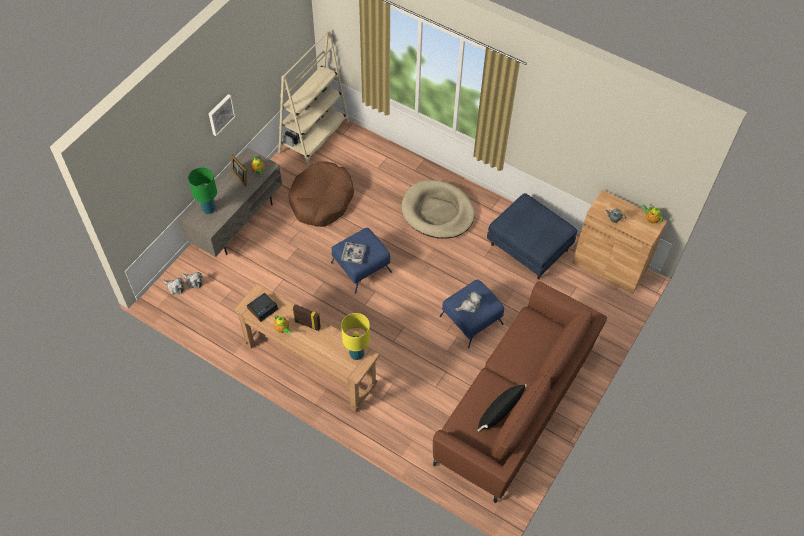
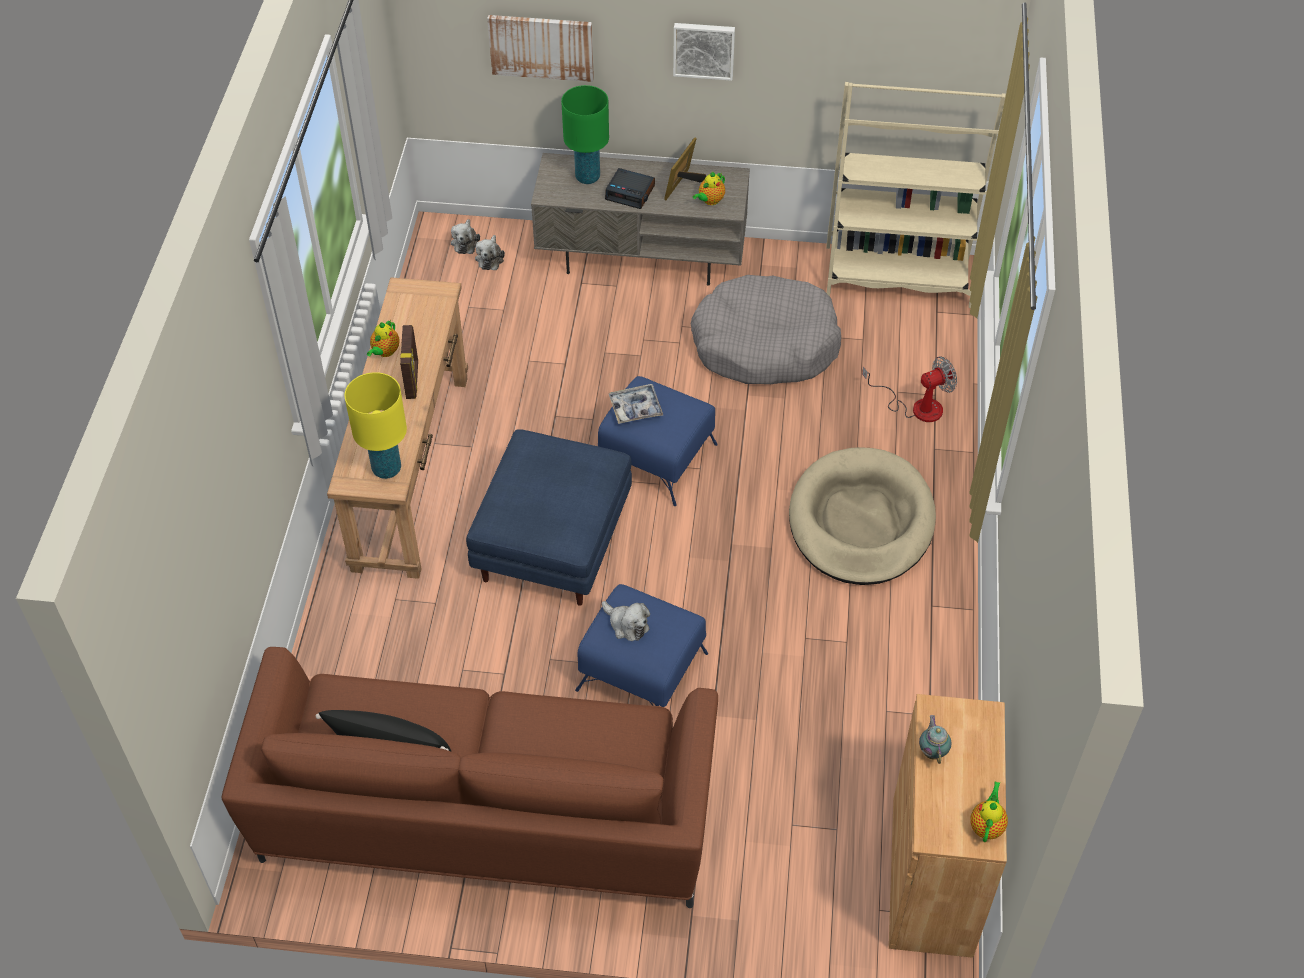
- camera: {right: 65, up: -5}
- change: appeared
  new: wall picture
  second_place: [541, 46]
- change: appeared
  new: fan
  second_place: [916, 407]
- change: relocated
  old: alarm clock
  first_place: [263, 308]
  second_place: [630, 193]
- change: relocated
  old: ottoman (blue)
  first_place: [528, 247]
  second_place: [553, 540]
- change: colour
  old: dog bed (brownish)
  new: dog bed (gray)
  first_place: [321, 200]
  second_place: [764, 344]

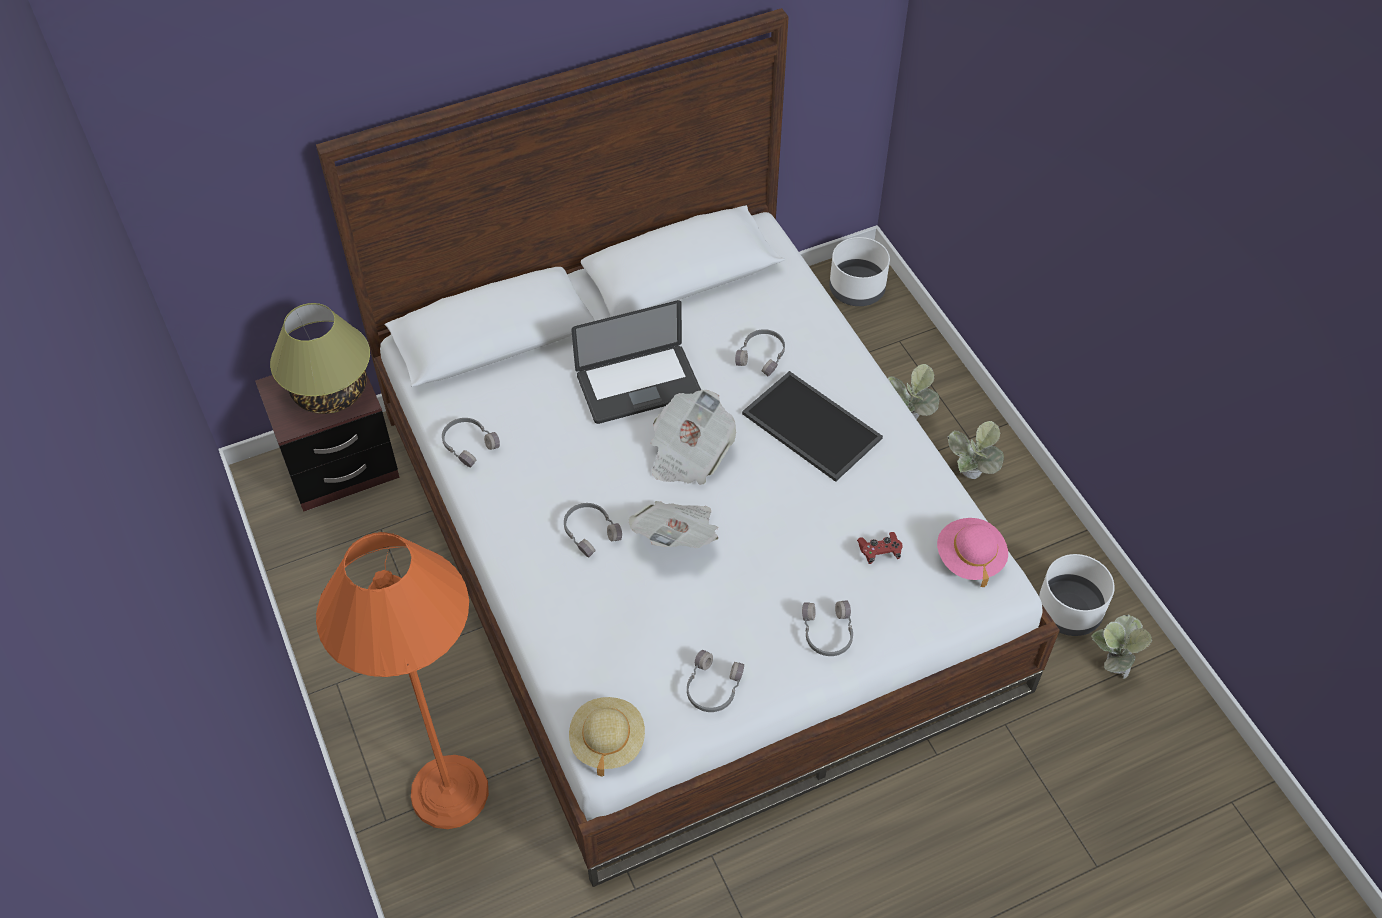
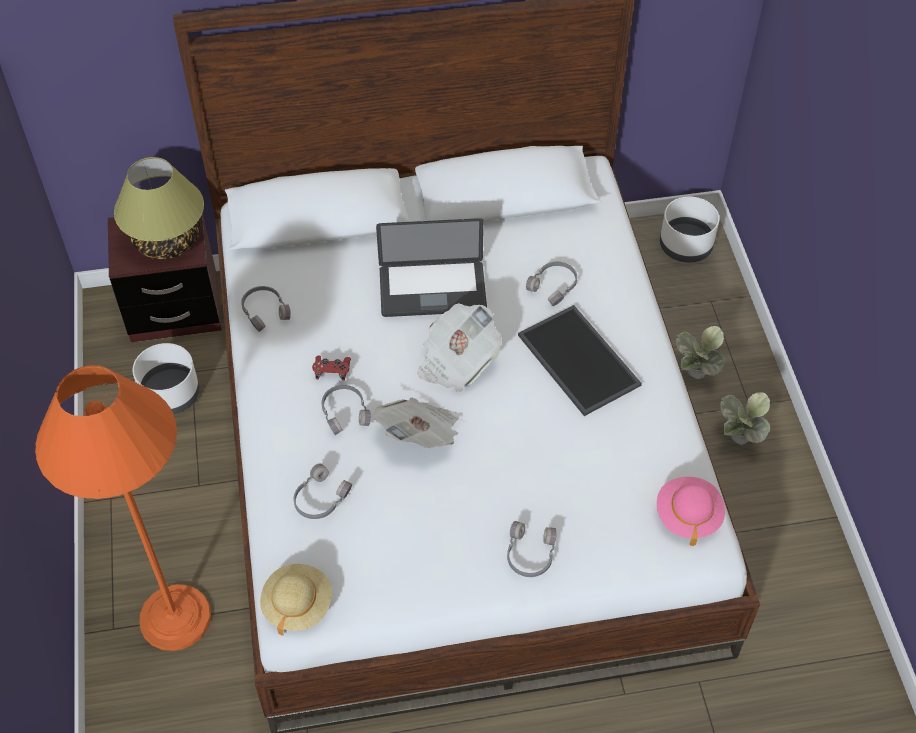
- camera: {right: 15, up: 0}
- change: missing
  old: houseplant
  first_place: [1110, 668]
- change: relocated
  old: pair of headphones (gray)
  first_place: [712, 687]
  second_place: [320, 498]
- change: relocated
  old: game controller (reddish)
  first_place: [879, 551]
  second_place: [332, 371]
- change: relocated
  old: plant pot (white-coloured)
  first_place: [1069, 610]
  second_place: [171, 394]

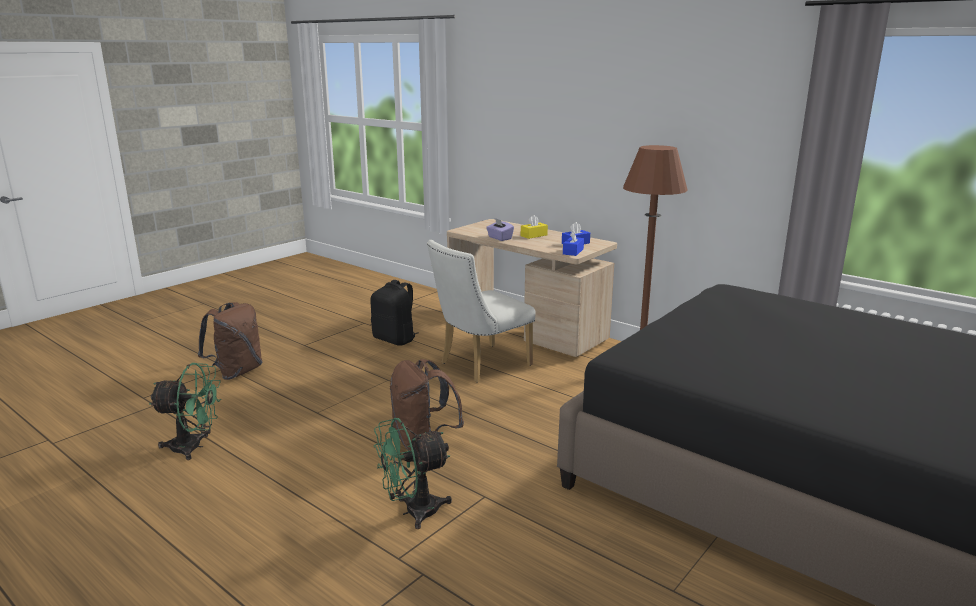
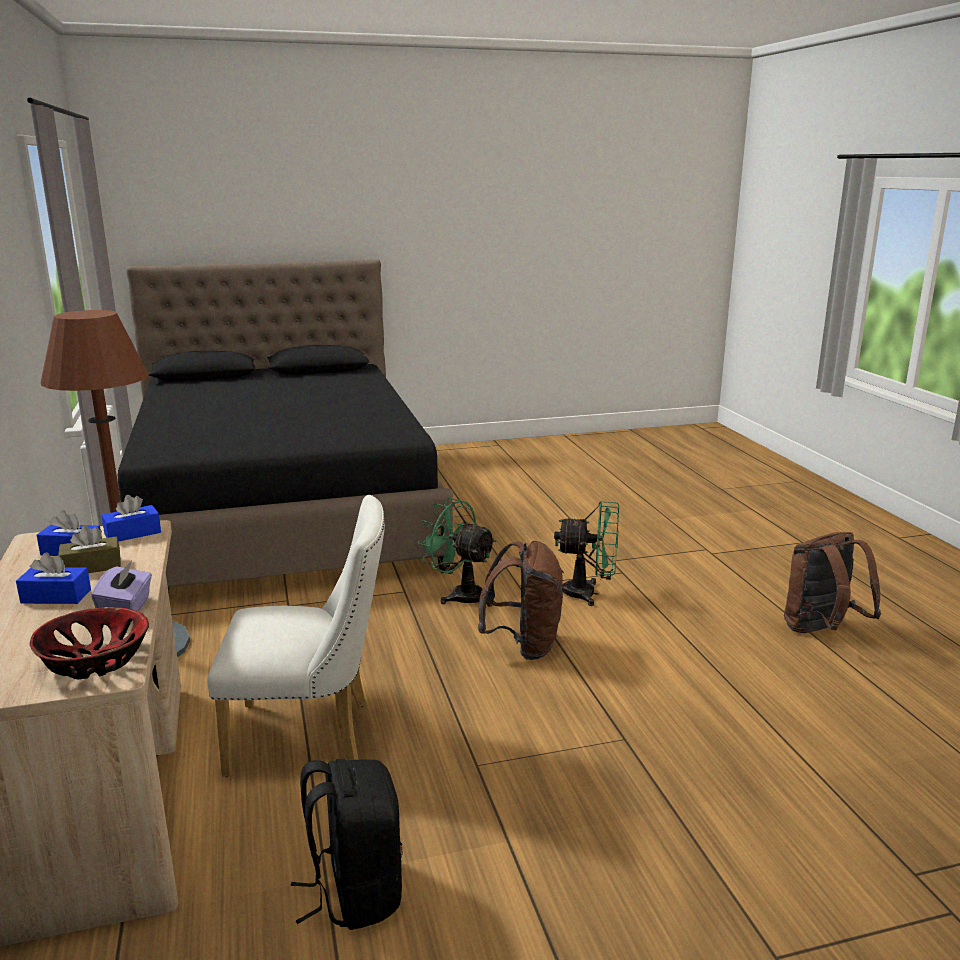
- camera: {right: -145, up: 0}
- change: appeared
  new: deep dish
  second_place: [95, 661]
- change: appeared
  new: tissue holder (brownish)
  second_place: [92, 567]
- change: relocated
  old: fan (greenish)
  first_place: [194, 447]
  second_place: [460, 595]
- change: relocated
  old: rucksack (brownish)
  first_place: [236, 372]
  second_place: [821, 631]
- change: colour
  old: tissue holder (yellow)
  new: tissue holder (blue)
  first_place: [534, 235]
  second_place: [56, 596]

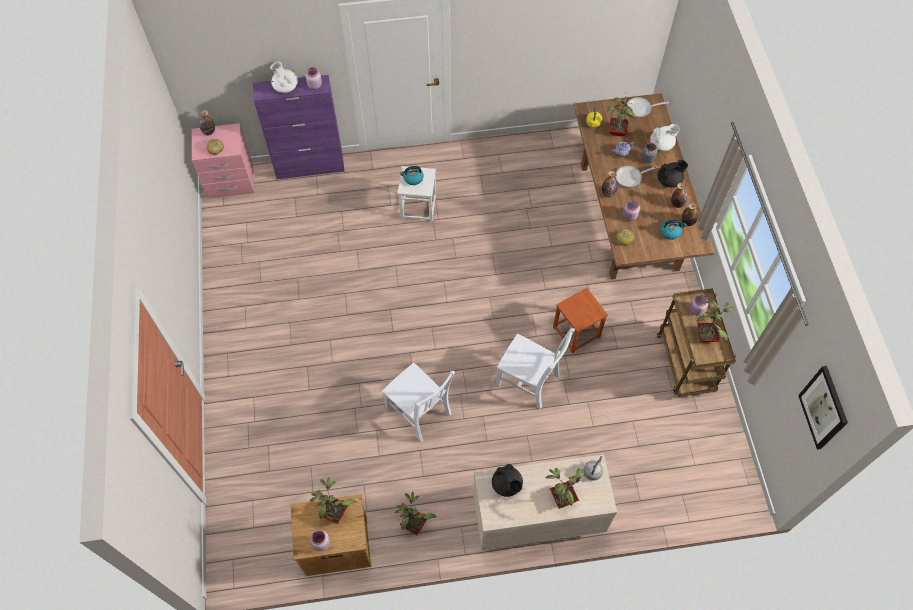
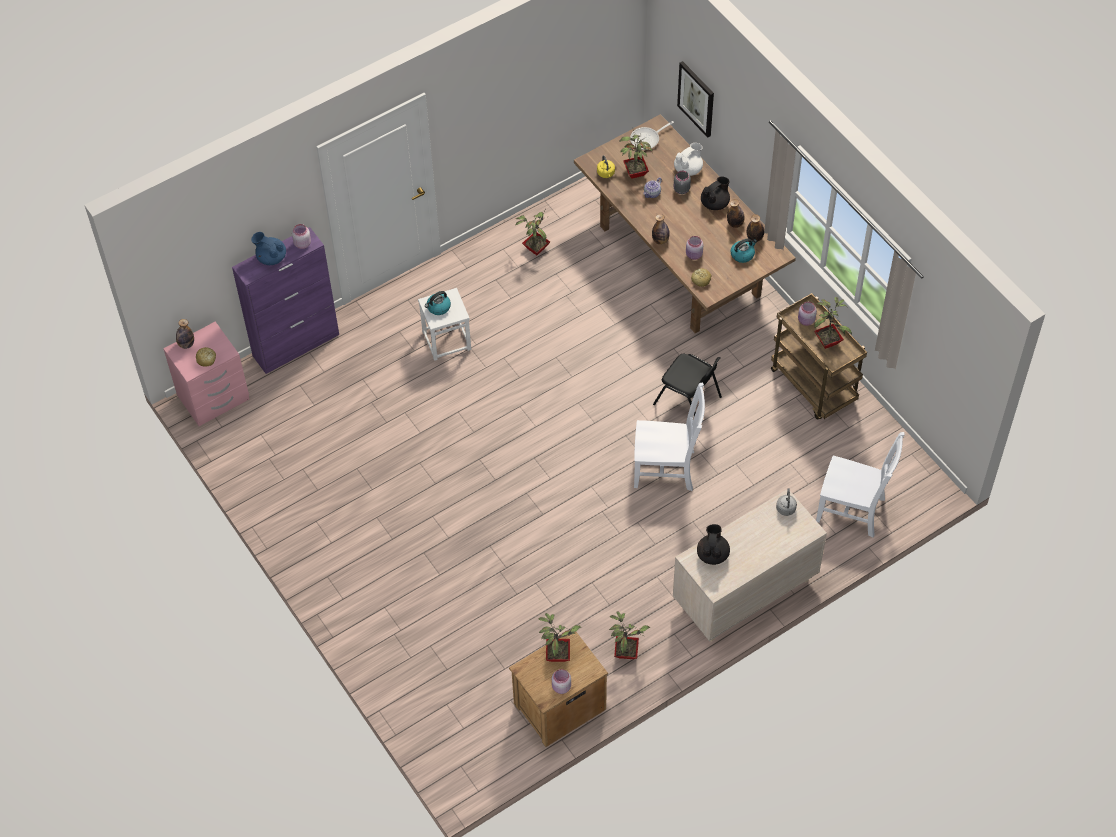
- camera: {right: -25, up: -5}
- change: missing
  old: frying pan
  first_place: [630, 177]
- change: relocated
  old: chair (white-coloured)
  first_place: [420, 413]
  second_place: [853, 510]
- change: relocated
  old: houseplant
  first_place: [562, 496]
  second_place: [535, 248]
- change: relocated
  old: wall picture
  first_place: [823, 408]
  second_place: [696, 98]
- change: exchanged
  old: sitting stool (brownish)
  new: chair (black)
  first_place: [576, 332]
  second_place: [688, 401]
- change: colour
  old: pot for tea (white-coloured)
  new: pot for tea (blue)
  first_place: [285, 87]
  second_place: [271, 257]
- change: spun
  old: pot for tea (black)
  first_place: [507, 485]
  second_place: [712, 554]
  degrees: -120

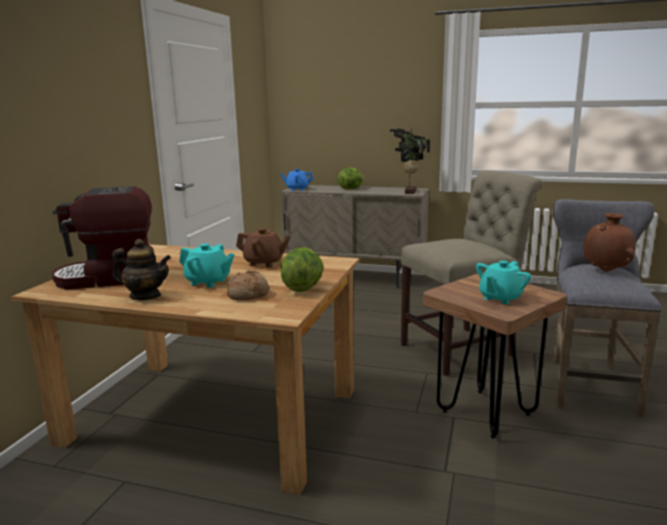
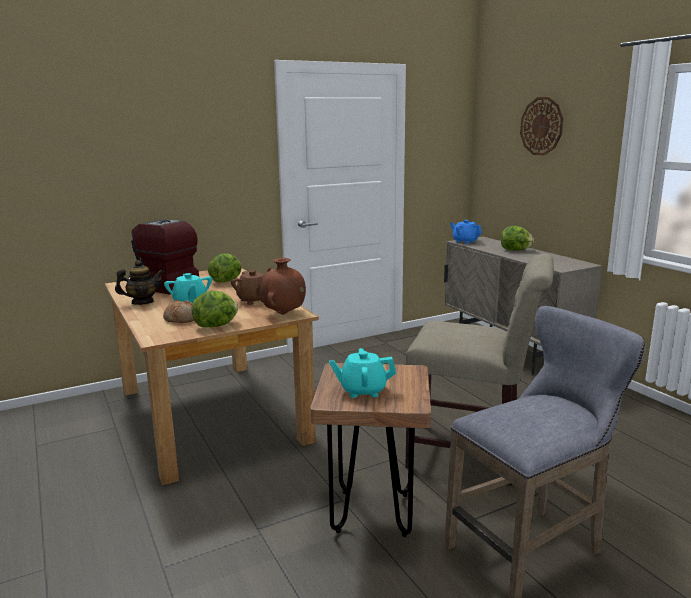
- camera: {right: 45, up: 0}
- change: missing
  old: houseplant
  first_place: [409, 192]
- change: appeared
  new: head of lettuce
  second_place: [227, 281]
- change: appeared
  new: hanging clock
  second_place: [541, 126]
- change: relocated
  old: decorative vase (brownish)
  first_place: [606, 271]
  second_place: [284, 314]
- change: spun
  old: pot for tea
  first_place: [145, 296]
  second_place: [142, 302]
  degrees: -75

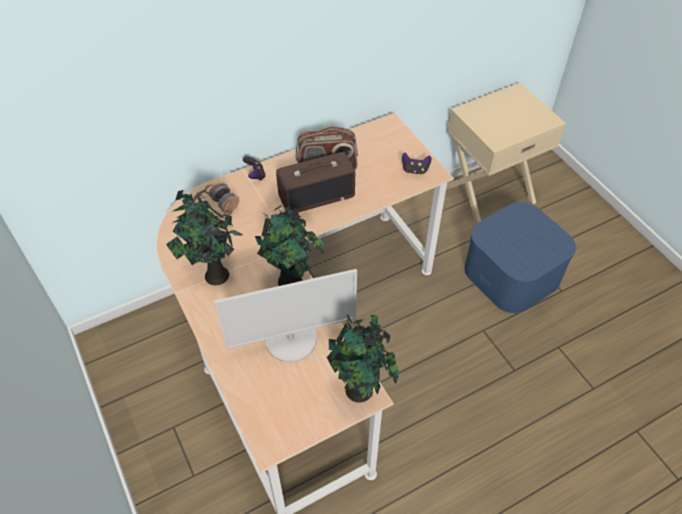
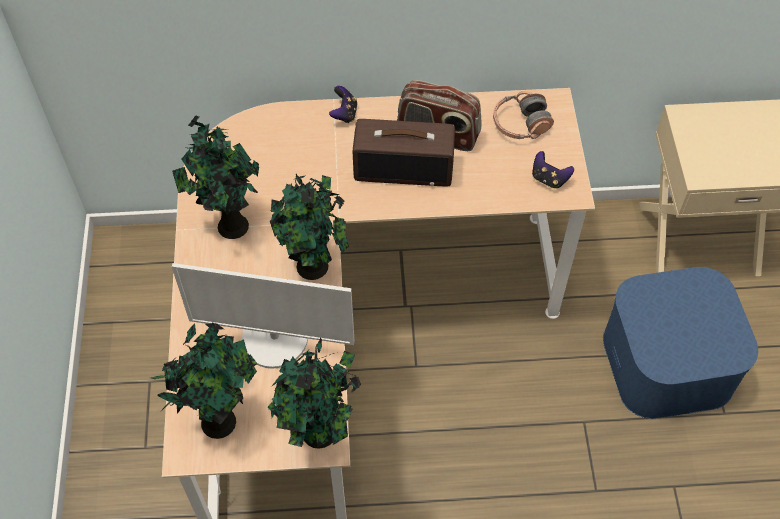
- camera: {right: 25, up: 5}
- change: appeared
  new: houseplant
  second_place: [220, 419]
- change: relocated
  old: pair of headphones
  first_place: [215, 209]
  second_place: [520, 124]

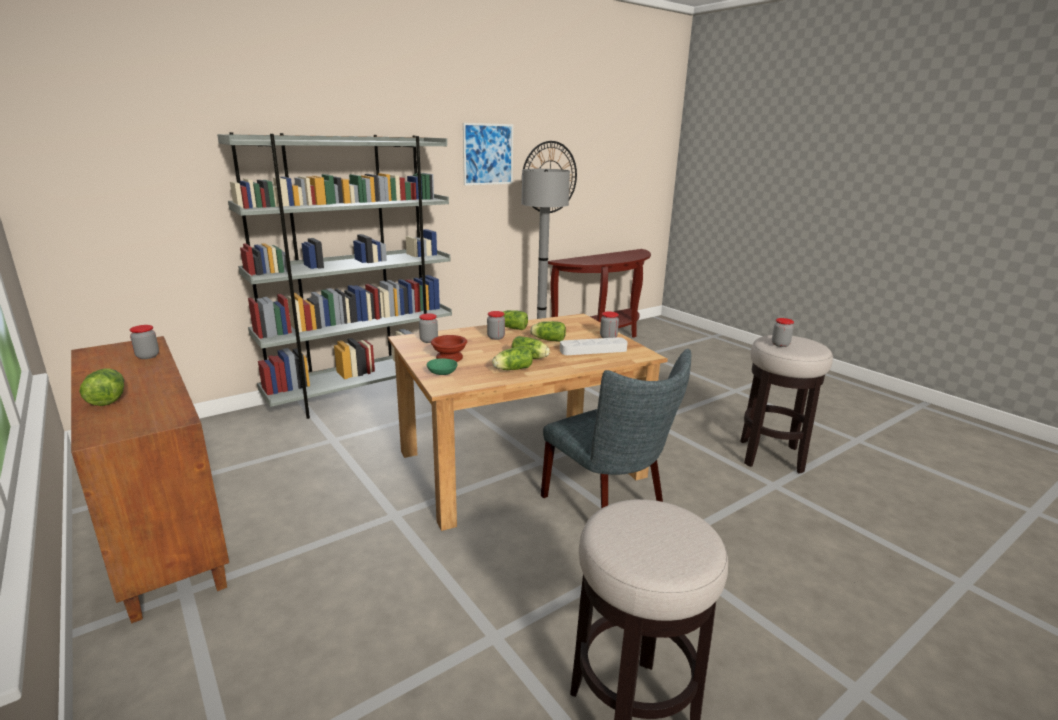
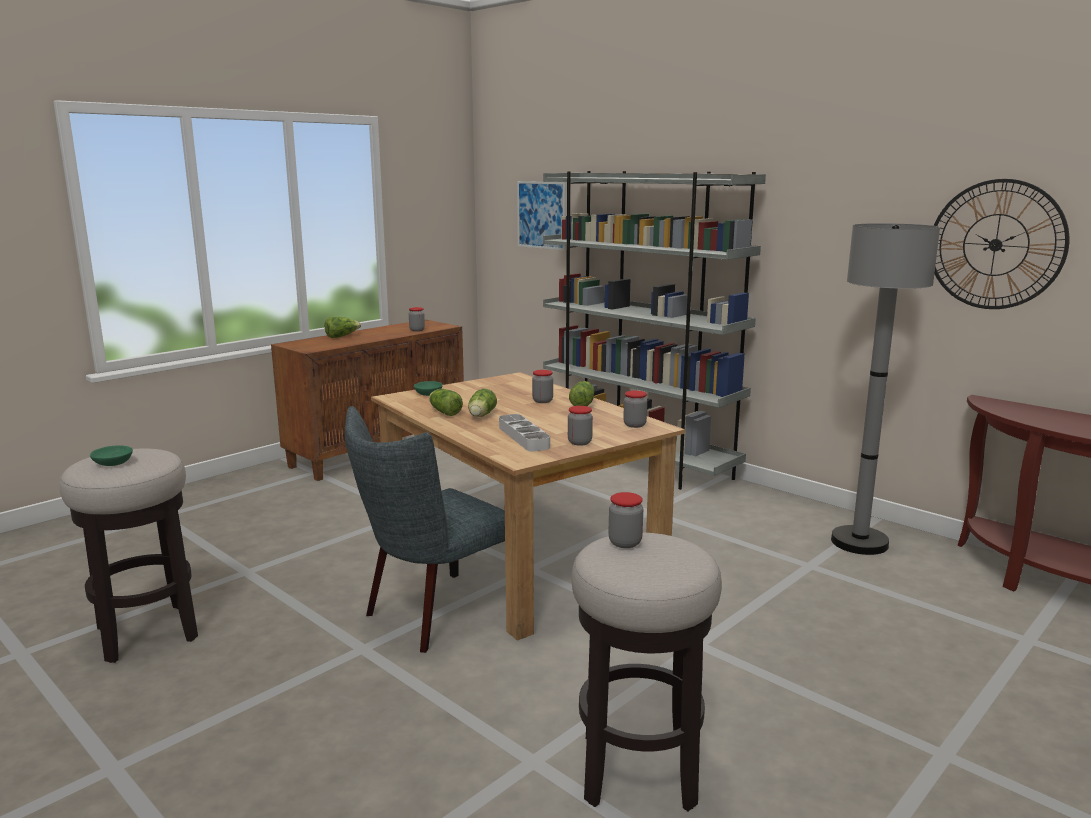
- camera: {right: 80, up: -5}
- change: missing
  old: deep dish (brownish)
  first_place: [449, 357]
- change: missing
  old: head of lettuce
  first_place: [547, 340]
- change: appeared
  new: deep dish (greenish)
  second_place: [111, 463]
- change: relocated
  old: jar
  first_place: [429, 340]
  second_place: [634, 425]
- change: relocated
  old: wall picture
  first_place: [488, 154]
  second_place: [541, 215]

